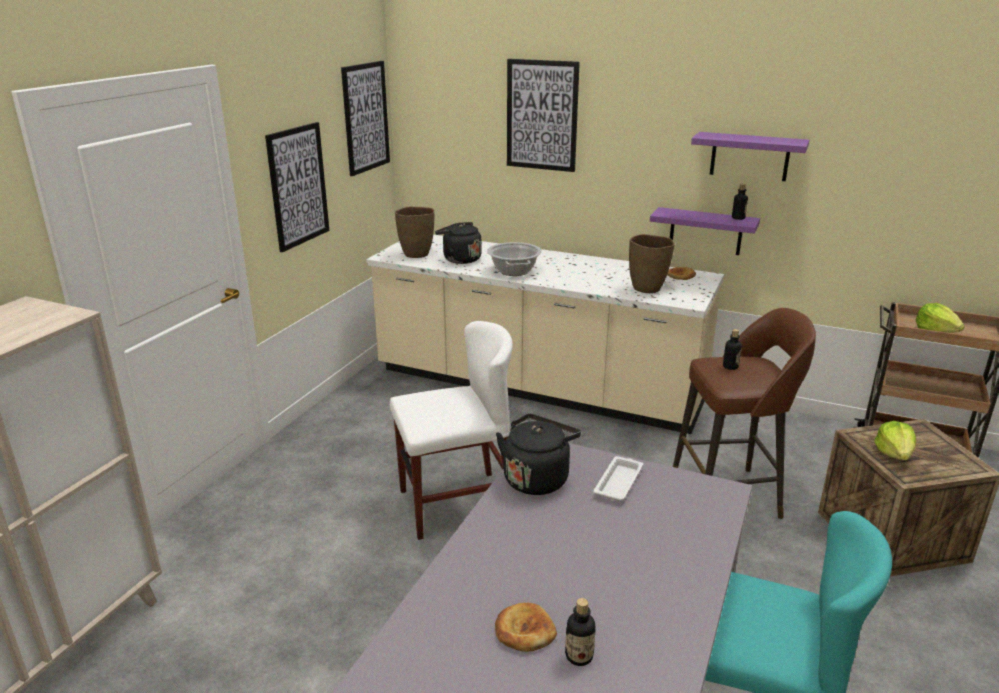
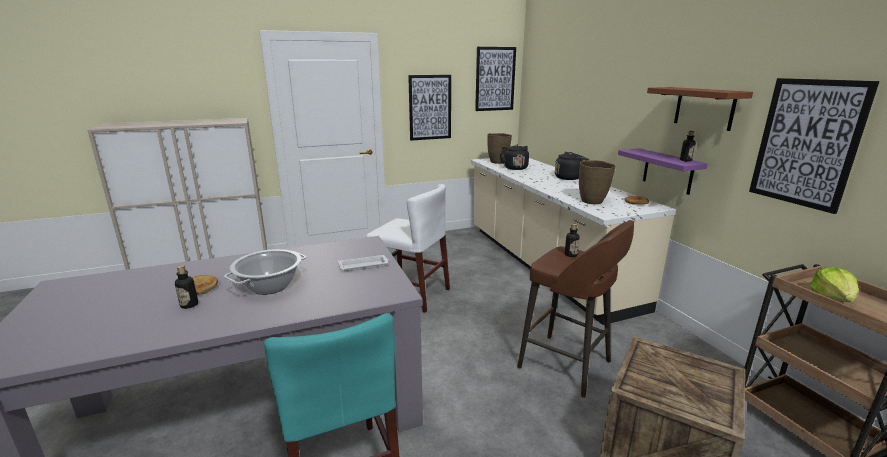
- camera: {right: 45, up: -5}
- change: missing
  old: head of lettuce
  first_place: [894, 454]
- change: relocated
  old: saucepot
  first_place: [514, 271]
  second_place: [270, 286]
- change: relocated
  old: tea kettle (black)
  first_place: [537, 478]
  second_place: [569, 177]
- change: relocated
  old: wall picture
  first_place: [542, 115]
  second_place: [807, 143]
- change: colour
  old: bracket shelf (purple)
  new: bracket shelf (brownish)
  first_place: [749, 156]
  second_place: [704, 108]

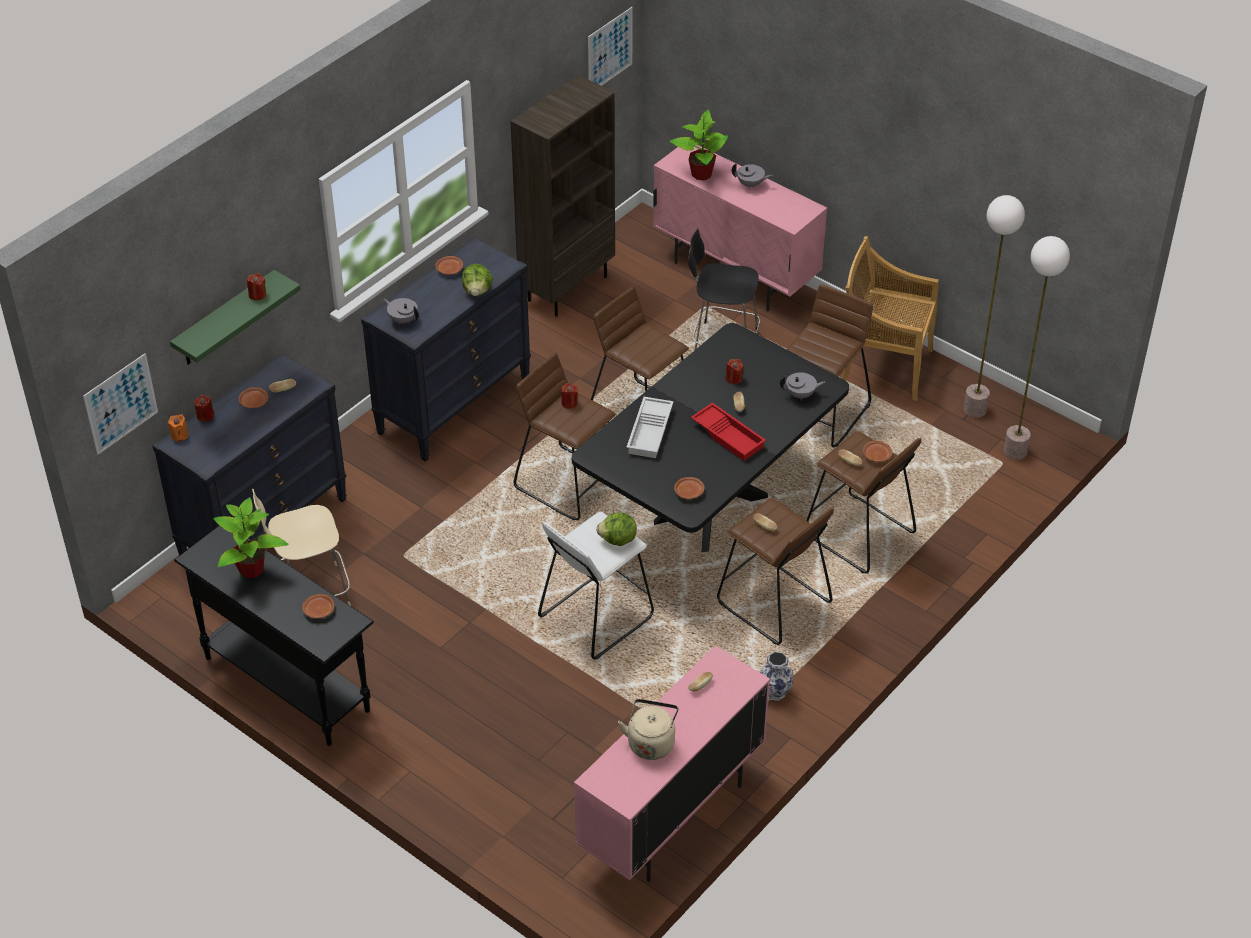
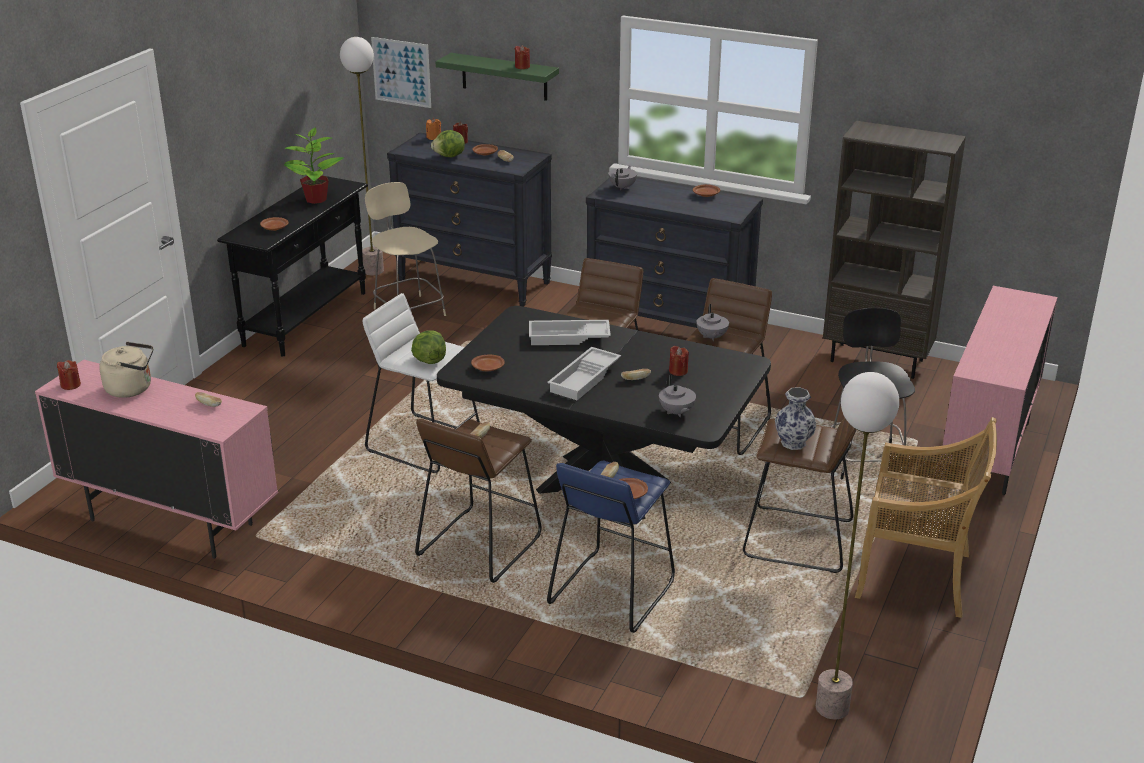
- camera: {right: 75, up: -15}
- change: missing
  old: wall picture
  first_place: [610, 50]
- change: missing
  old: houseplant
  first_place: [701, 173]
- change: relocated
  old: head of lettuce
  first_place: [477, 291]
  second_place: [449, 156]
- change: relocated
  old: wax light (reddish)
  first_place: [569, 403]
  second_place: [70, 385]
- change: relocated
  old: pot for tea (gray)
  first_place: [750, 184]
  second_place: [711, 337]
- change: relocated
  old: decorative vase
  first_place: [775, 691]
  second_place: [794, 443]
- change: relocated
  old: standing lamp
  first_place: [975, 409]
  second_place: [373, 271]
- change: colour
  old: carrying tray (reddish)
  new: carrying tray (white-coloured)
  first_place: [729, 435]
  second_place: [585, 379]
- change: colour
  old: sitting stool (brownish)
  new: sitting stool (blue)
  first_place: [858, 534]
  second_place: [611, 591]
- change: spun
  old: chair (beige-coloured)
  first_place: [884, 366]
  second_place: [916, 576]
  degrees: 105

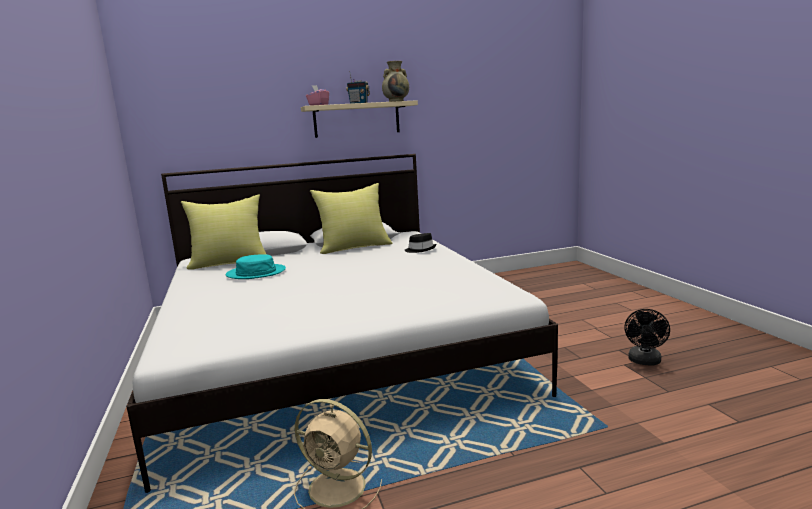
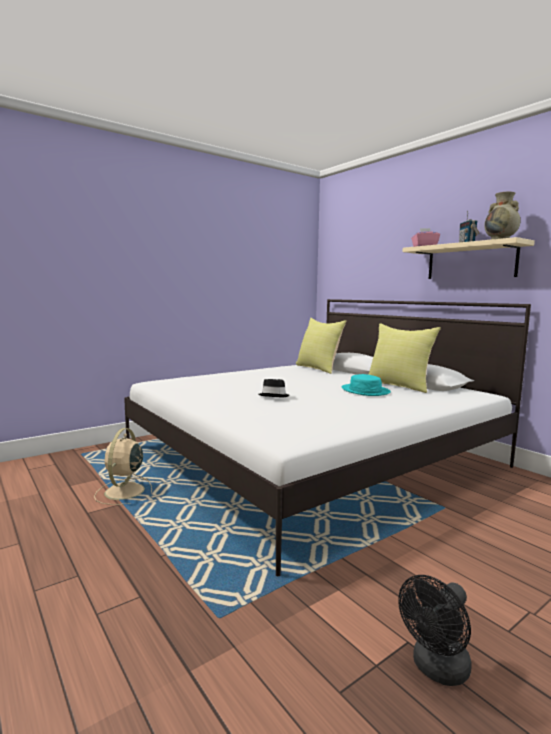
- camera: {right: 70, up: -5}
- change: relocated
  old: hat (turquoise)
  first_place: [256, 273]
  second_place: [365, 391]
- change: relocated
  old: hat (black)
  first_place: [420, 250]
  second_place: [274, 396]
- change: spun
  old: fan (black)
  first_place: [644, 362]
  second_place: [436, 669]
  degrees: -45

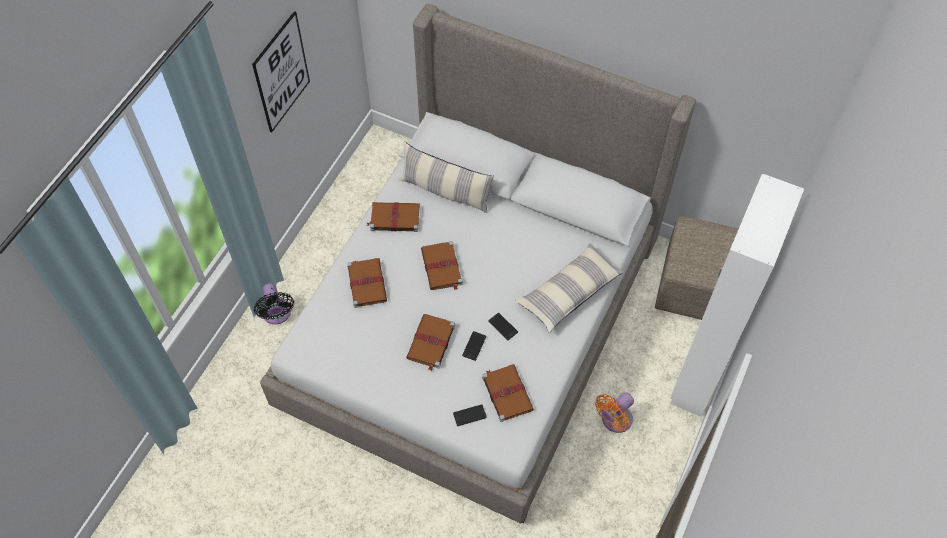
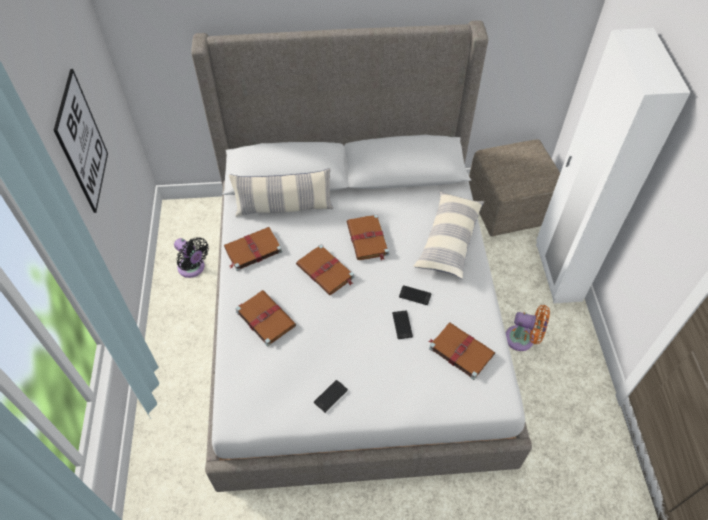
- camera: {right: -30, up: -5}
- change: relocated
  old: fan (black)
  first_place: [277, 314]
  second_place: [193, 268]
- change: relocated
  old: book (brownish)
  first_place: [430, 343]
  second_place: [367, 239]
- change: relocated
  old: handset
  first_place: [469, 415]
  second_place: [330, 396]
- change: spun
  old: fan (orangey)
  first_place: [614, 421]
  second_place: [522, 339]
  degrees: -90

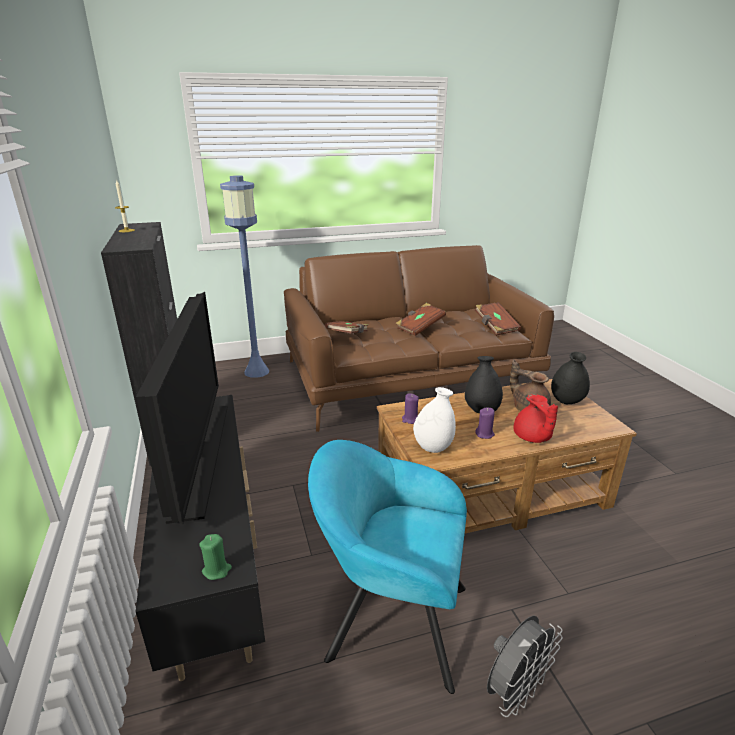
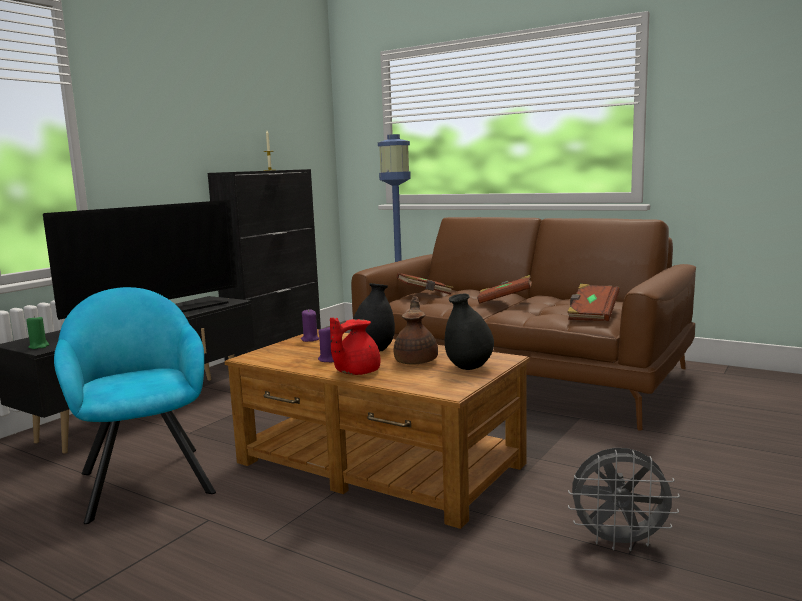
- camera: {right: 50, up: -15}
- change: missing
  old: decorative vase (white-coloured)
  first_place: [433, 447]
- change: relocated
  old: fan (gray)
  first_place: [515, 691]
  second_place: [619, 542]

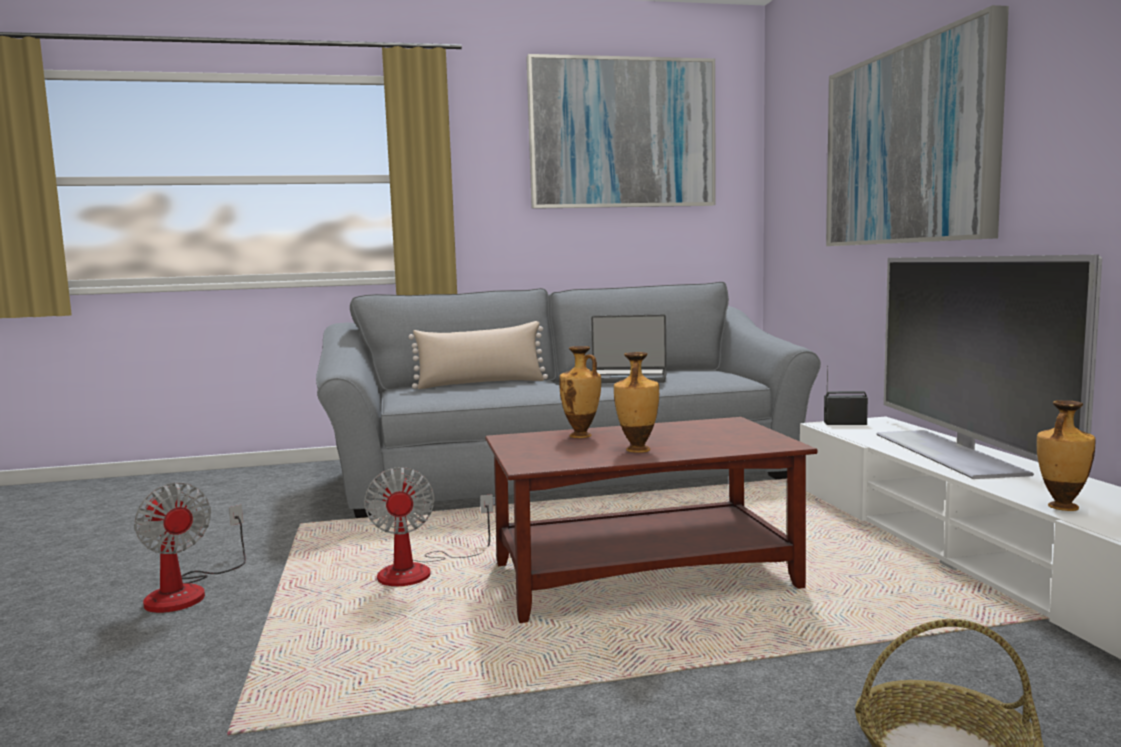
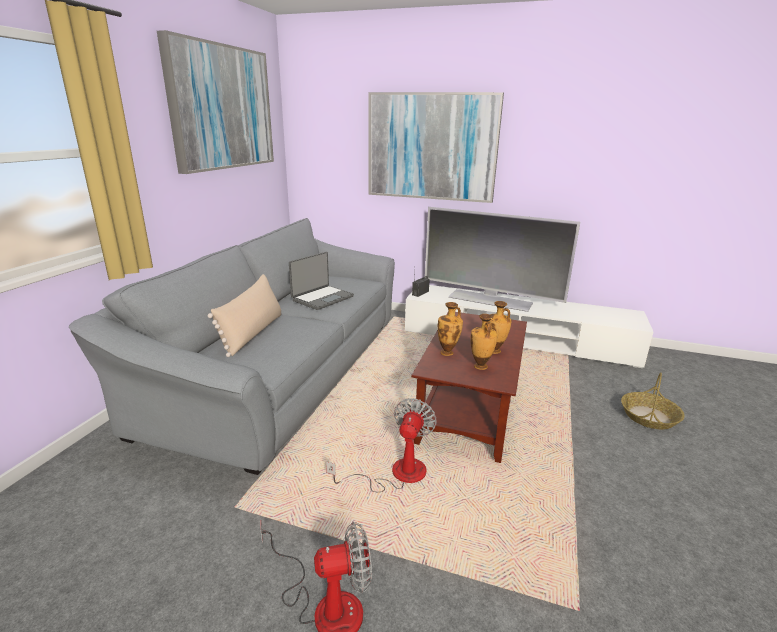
- camera: {right: -60, up: 15}
- change: relocated
  old: decorative vase
  first_place: [1061, 507]
  second_place: [480, 367]
- change: spun
  old: fan
  first_place: [420, 571]
  second_place: [396, 474]
  degrees: -90

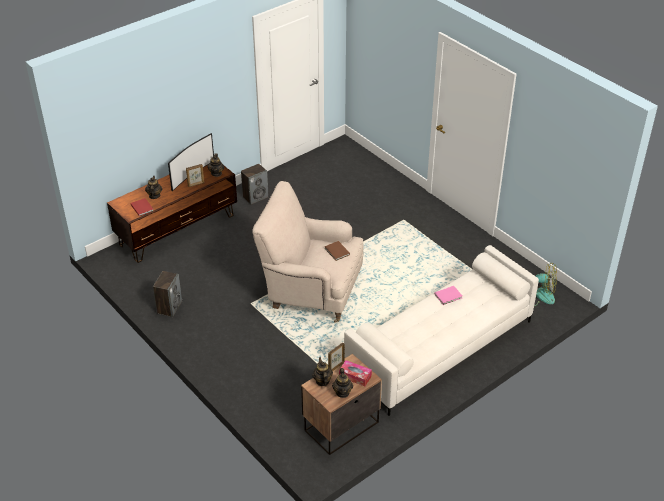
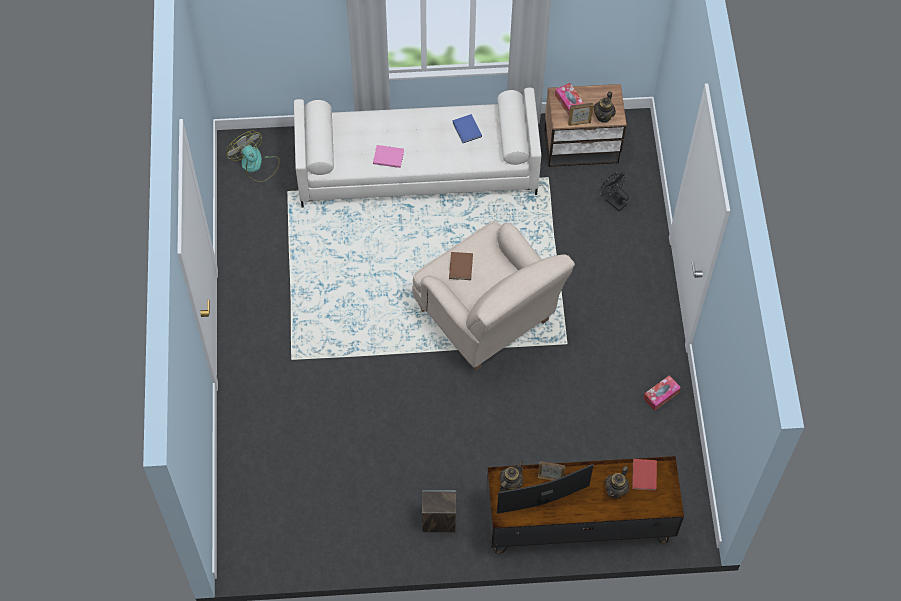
- camera: {right: -145, up: 20}
- change: missing
  old: pot for tea
  first_place: [342, 392]
- change: appeared
  new: book (blue)
  second_place: [467, 130]
- change: appeared
  new: fan (black)
  second_place: [613, 201]
- change: exchanged
  old: audio speaker
  new: tissue holder
  first_place: [169, 307]
  second_place: [661, 395]

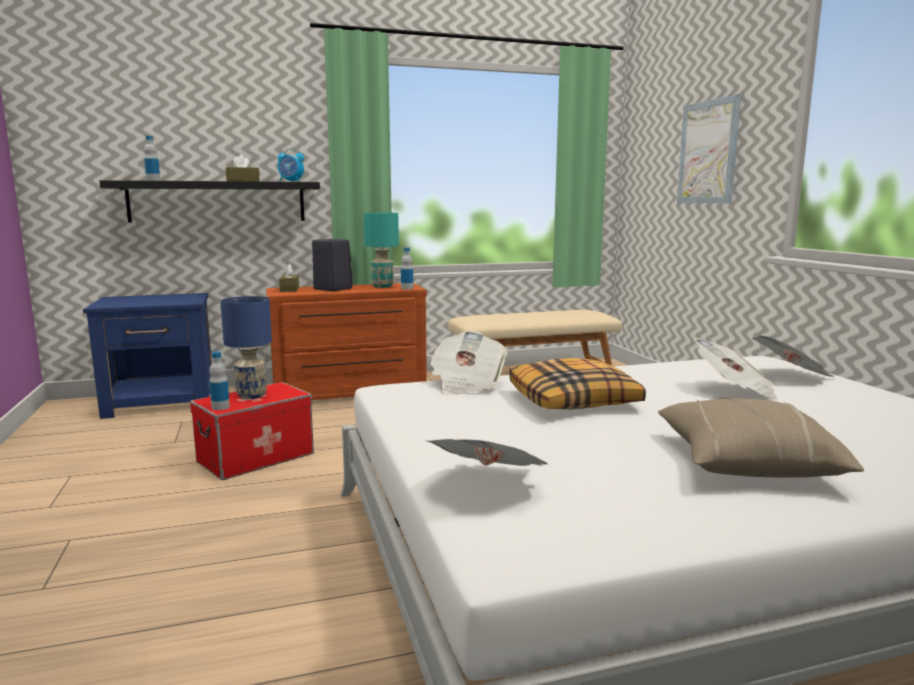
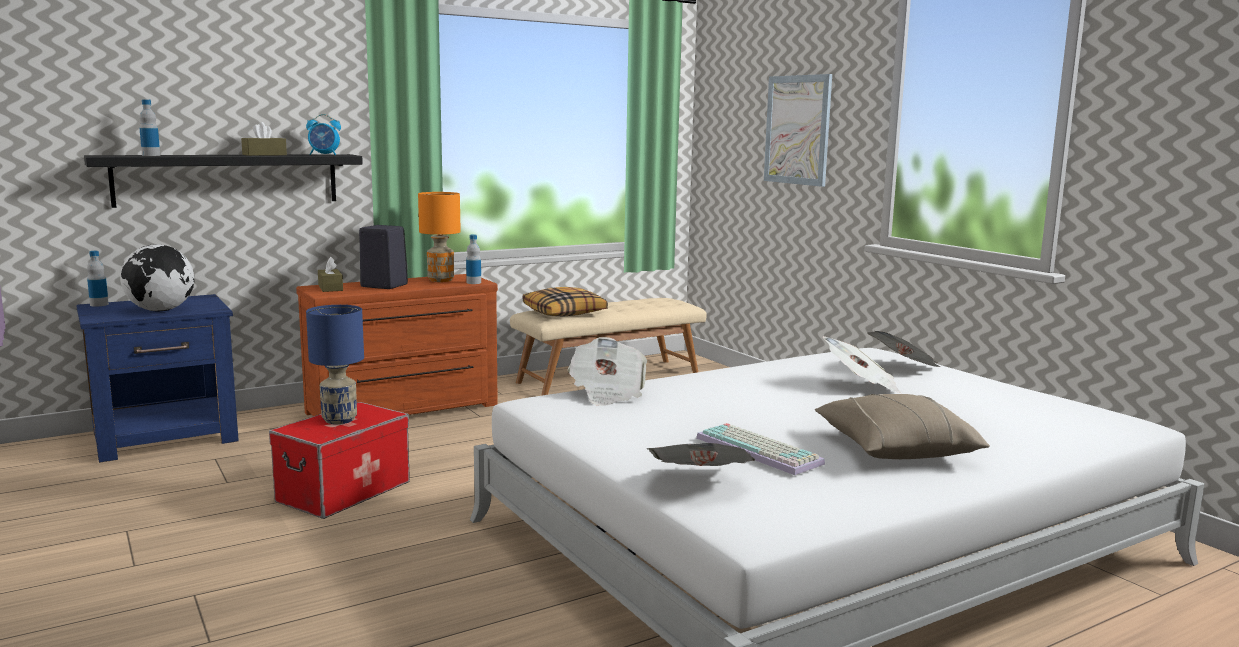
- camera: {right: -15, up: 0}
- change: appeared
  new: desk globe
  second_place: [160, 310]
- change: appeared
  new: computer keyboard
  second_place: [761, 450]
- change: relocated
  old: beverage bottle
  first_place: [220, 407]
  second_place: [99, 304]
- change: relocated
  old: throw pillow
  first_place: [573, 400]
  second_place: [565, 312]
- change: colour
  old: table lamp (turquoise)
  new: table lamp (orangey)
  first_place: [383, 286]
  second_place: [441, 280]

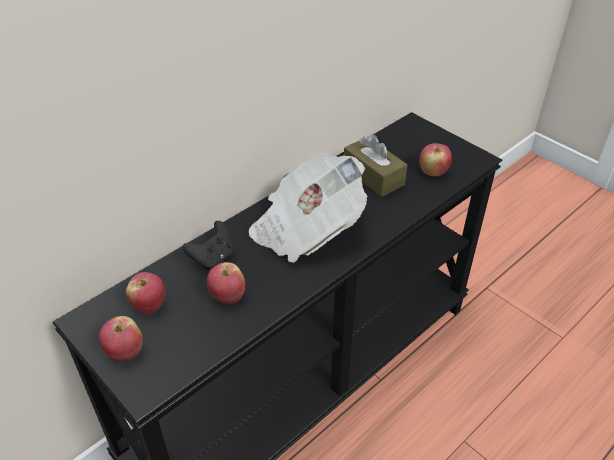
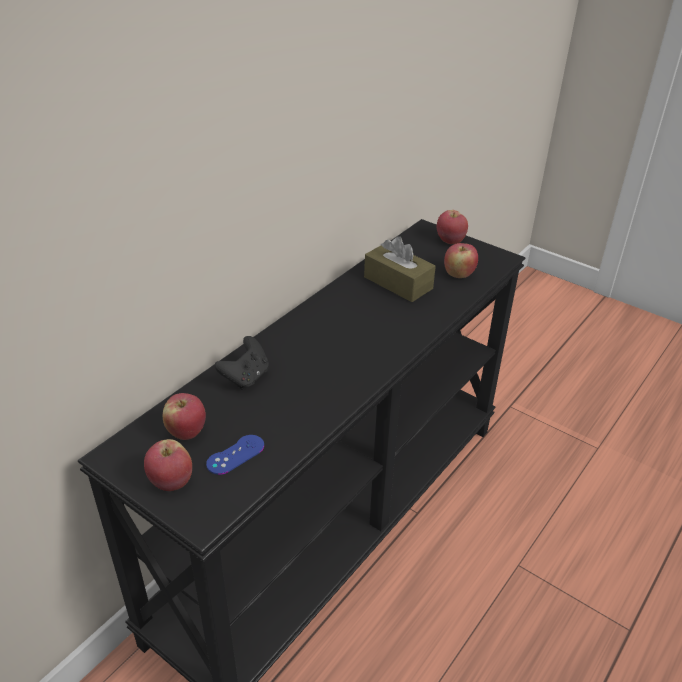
- camera: {right: -10, up: -5}
- change: missing
  old: printed paper
  first_place: [306, 228]
- change: appeared
  new: game controller (blue)
  second_place: [235, 455]
- change: relocated
  old: whole apple
  first_place: [228, 297]
  second_place: [450, 241]

